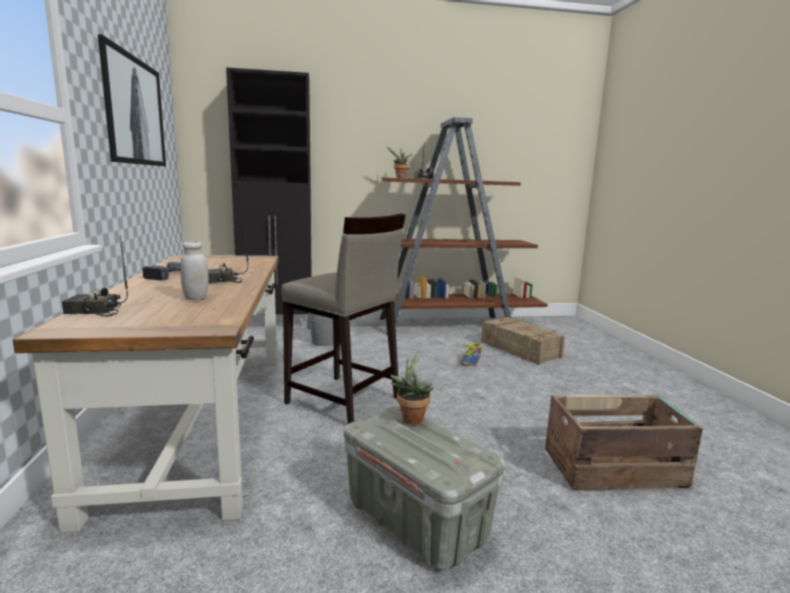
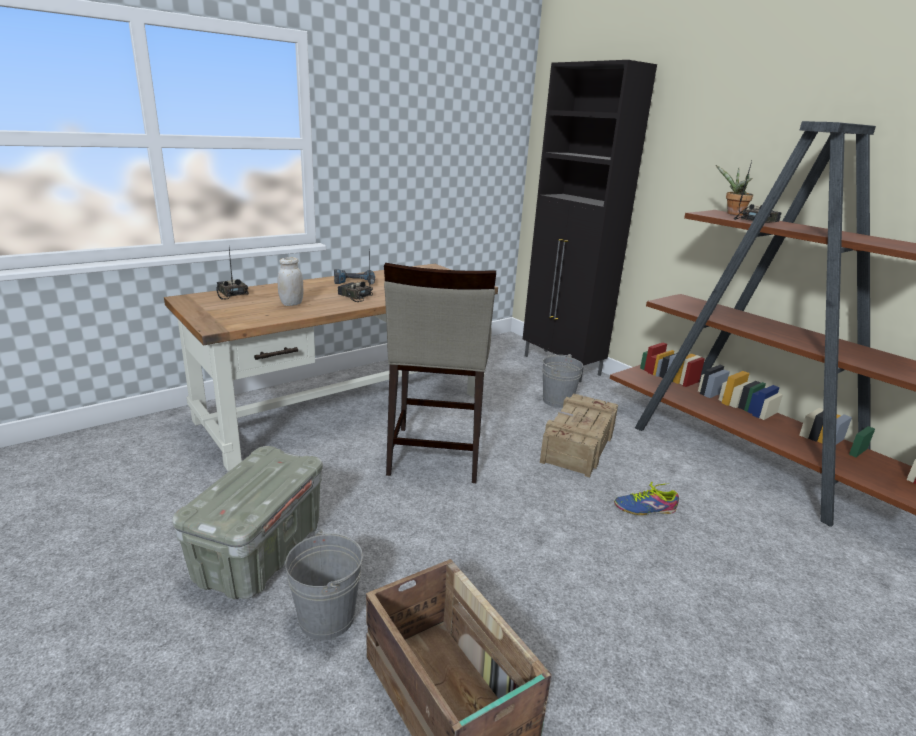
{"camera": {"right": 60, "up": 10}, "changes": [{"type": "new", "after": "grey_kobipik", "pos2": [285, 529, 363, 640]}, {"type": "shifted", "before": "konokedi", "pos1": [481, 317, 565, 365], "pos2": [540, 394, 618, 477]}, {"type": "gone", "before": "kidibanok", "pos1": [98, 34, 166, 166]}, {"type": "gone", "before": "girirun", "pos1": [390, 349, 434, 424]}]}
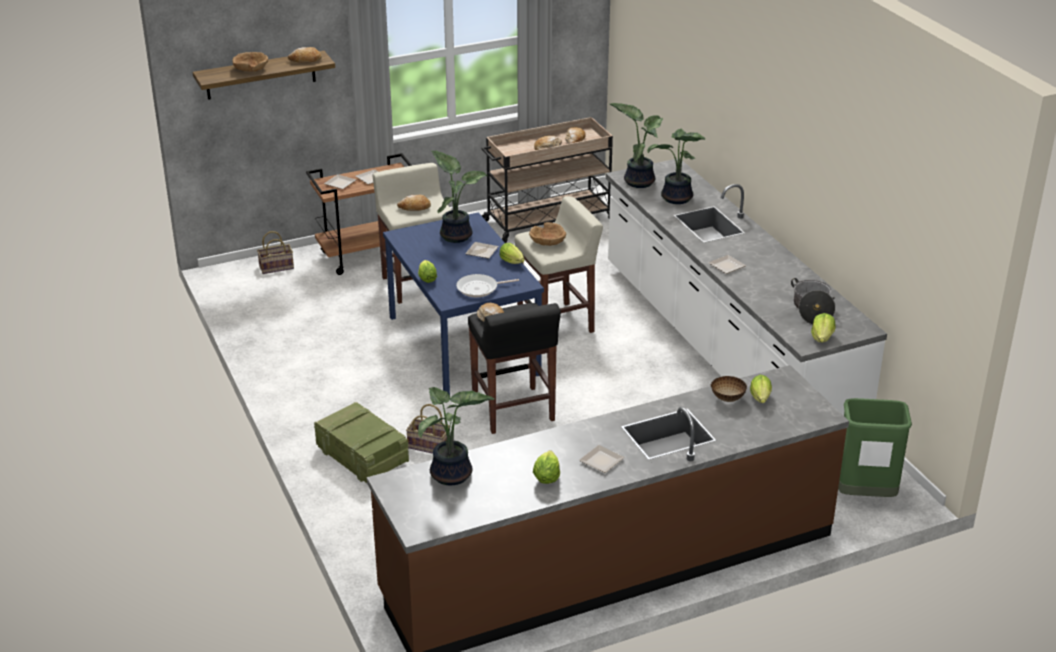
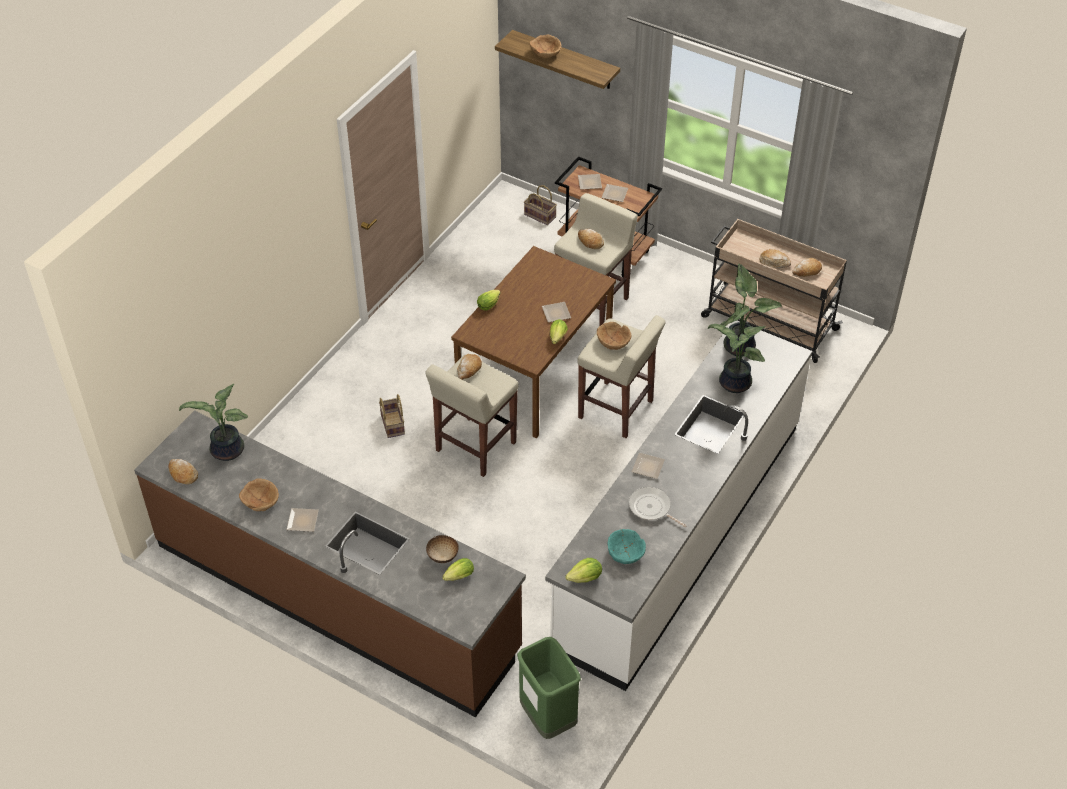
{"camera": {"right": 55, "up": 15}, "changes": [{"type": "shifted", "before": "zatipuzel", "pos1": [288, 47, 322, 63], "pos2": [168, 459, 198, 484]}, {"type": "swapped", "before": "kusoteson", "after": "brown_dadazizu", "pos1": [533, 450, 560, 484], "pos2": [239, 478, 279, 511]}, {"type": "repainted", "before": "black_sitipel", "after": "beige_sitipel", "pos1": [468, 303, 561, 434], "pos2": [425, 355, 519, 477]}, {"type": "repainted", "before": "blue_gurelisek", "after": "brown_gurelisek", "pos1": [383, 212, 544, 395], "pos2": [451, 246, 616, 438]}, {"type": "swapped", "before": "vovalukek", "after": "turquoise_dadazizu", "pos1": [791, 278, 835, 325], "pos2": [608, 529, 646, 564]}, {"type": "shifted", "before": "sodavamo", "pos1": [456, 274, 519, 297], "pos2": [629, 487, 687, 527]}, {"type": "gone", "before": "konokedi", "pos1": [314, 402, 409, 483]}, {"type": "gone", "before": "girirun", "pos1": [431, 151, 488, 243]}]}
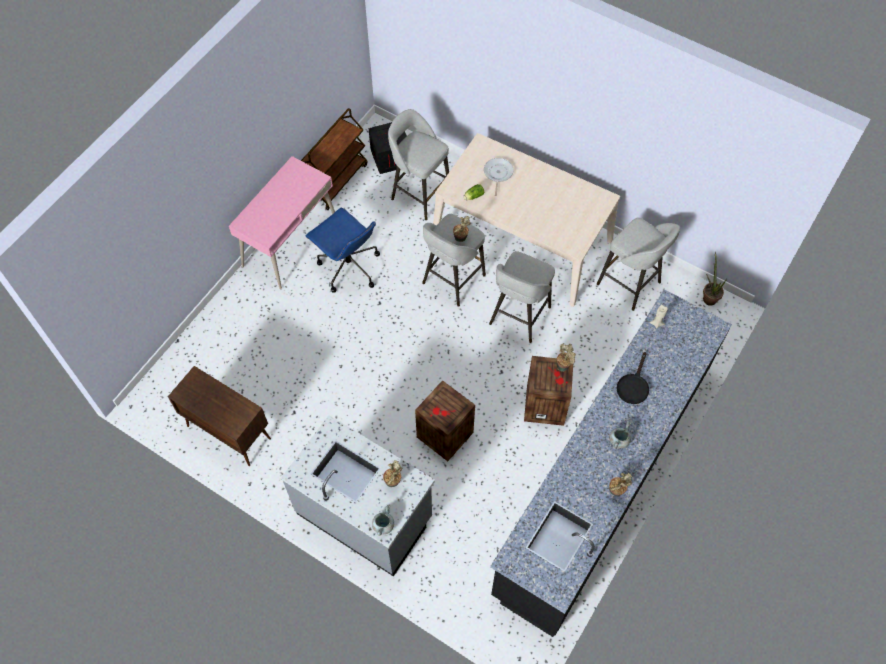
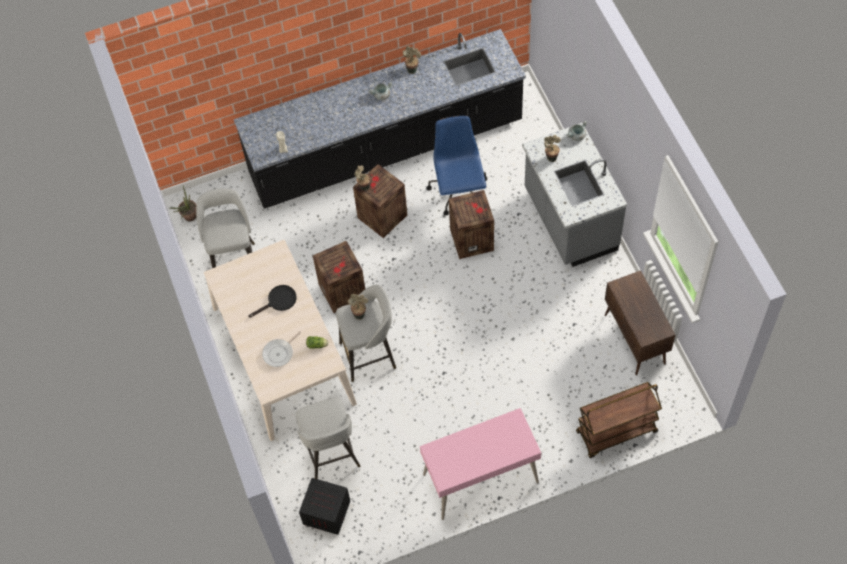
{"camera": {"right": -140, "up": 0}, "changes": [{"type": "shifted", "before": "black_sodavamo", "pos1": [616, 352, 649, 404], "pos2": [248, 285, 297, 318]}, {"type": "swapped", "before": "grey_sitipel", "after": "konokedi", "pos1": [489, 251, 555, 343], "pos2": [313, 241, 365, 313]}, {"type": "shifted", "before": "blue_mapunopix", "pos1": [305, 208, 380, 293], "pos2": [426, 116, 487, 215]}, {"type": "shifted", "before": "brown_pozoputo", "pos1": [301, 108, 368, 210], "pos2": [576, 382, 662, 458]}]}
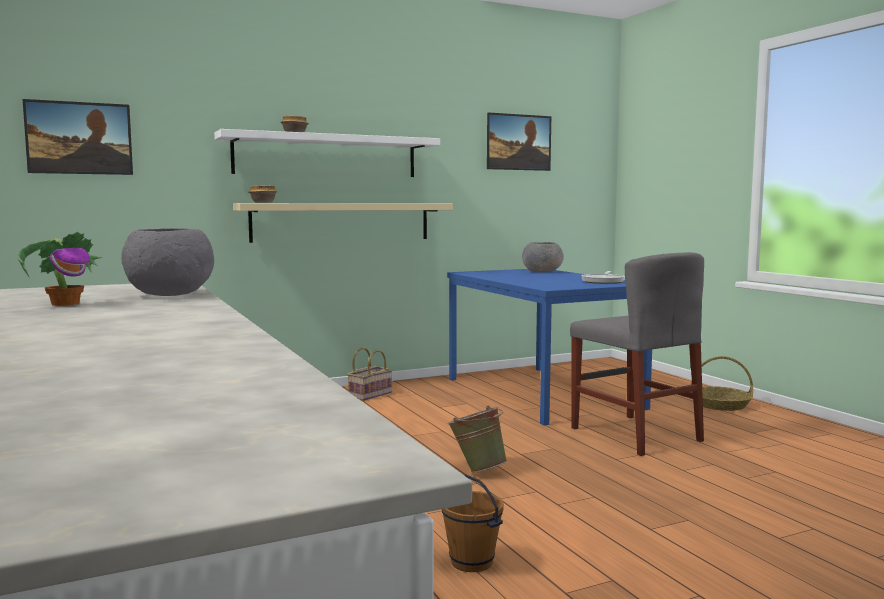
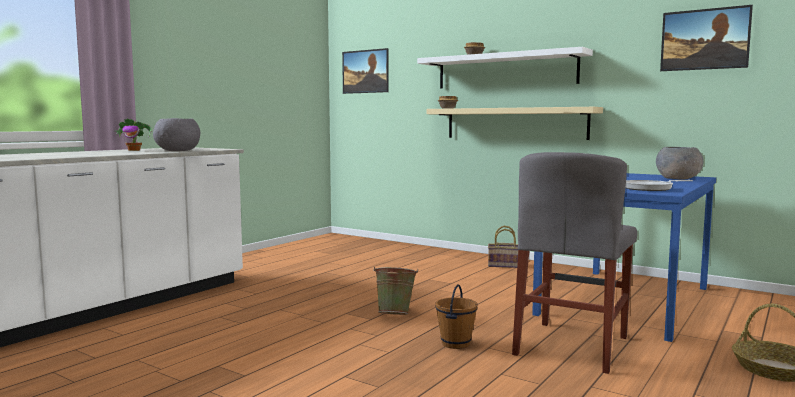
{"camera": {"right": 60, "up": 0}, "changes": [{"type": "shifted", "before": "brown_kobipik", "pos1": [441, 474, 504, 572], "pos2": [435, 284, 478, 349]}]}
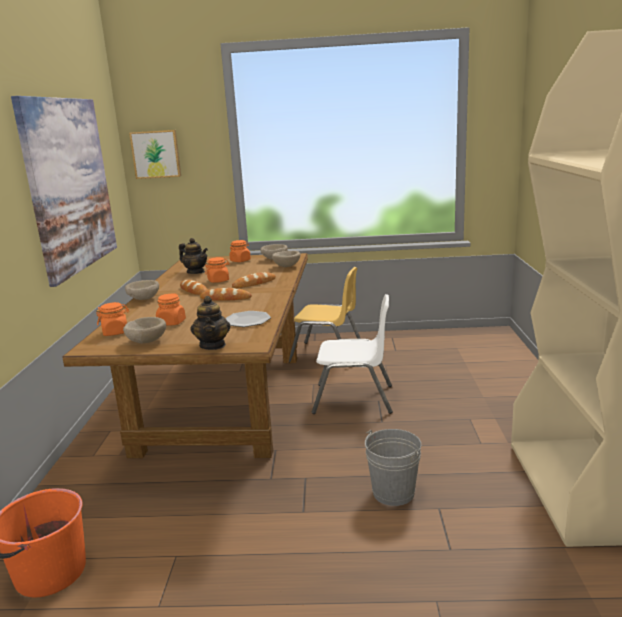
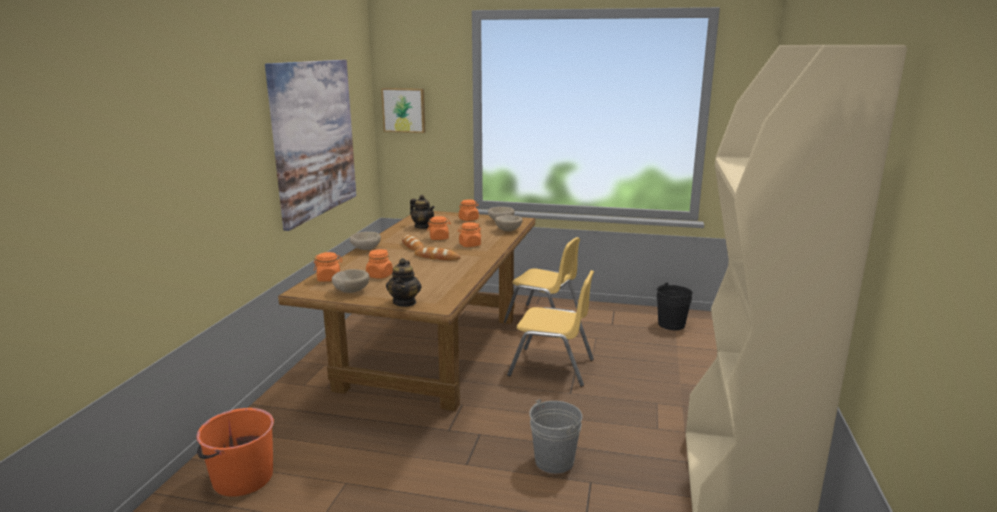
{"camera": {"right": 10, "up": 0}, "changes": [{"type": "swapped", "before": "zatipuzel", "after": "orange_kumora", "pos1": [232, 272, 276, 288], "pos2": [458, 222, 482, 247]}, {"type": "repainted", "before": "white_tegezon", "after": "yellow_tegezon", "pos1": [312, 294, 393, 414], "pos2": [507, 270, 594, 387]}, {"type": "new", "after": "black_kobipik", "pos2": [656, 282, 693, 330]}, {"type": "gone", "before": "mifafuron", "pos1": [226, 311, 271, 327]}]}
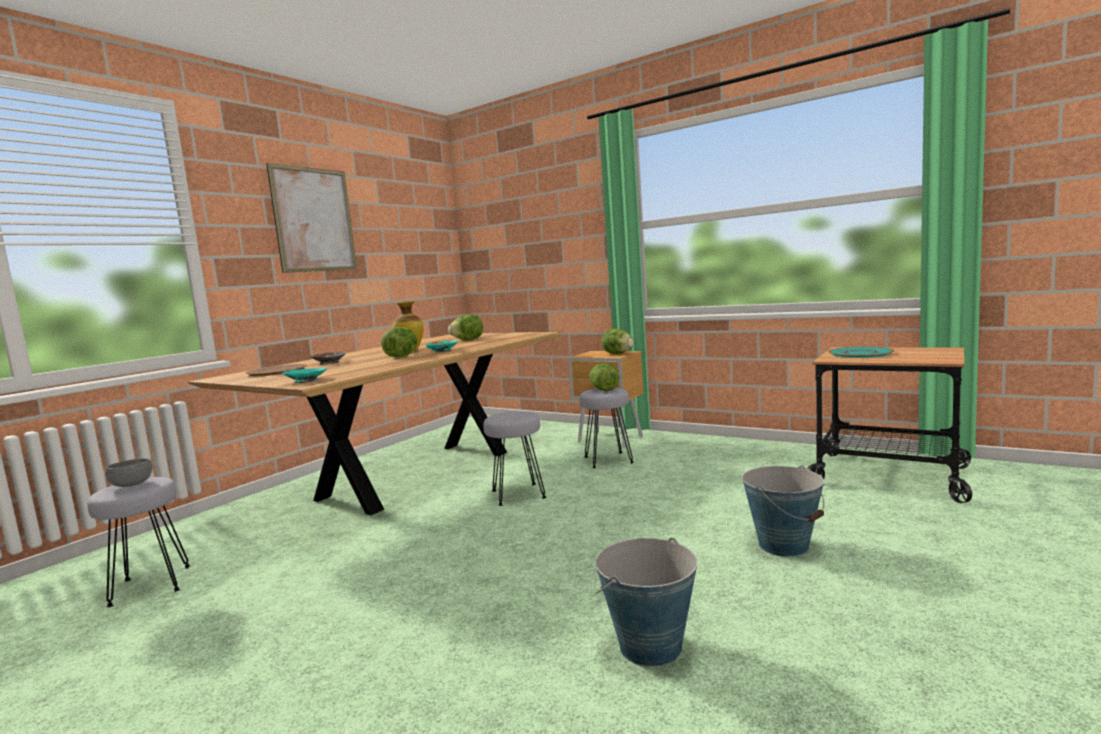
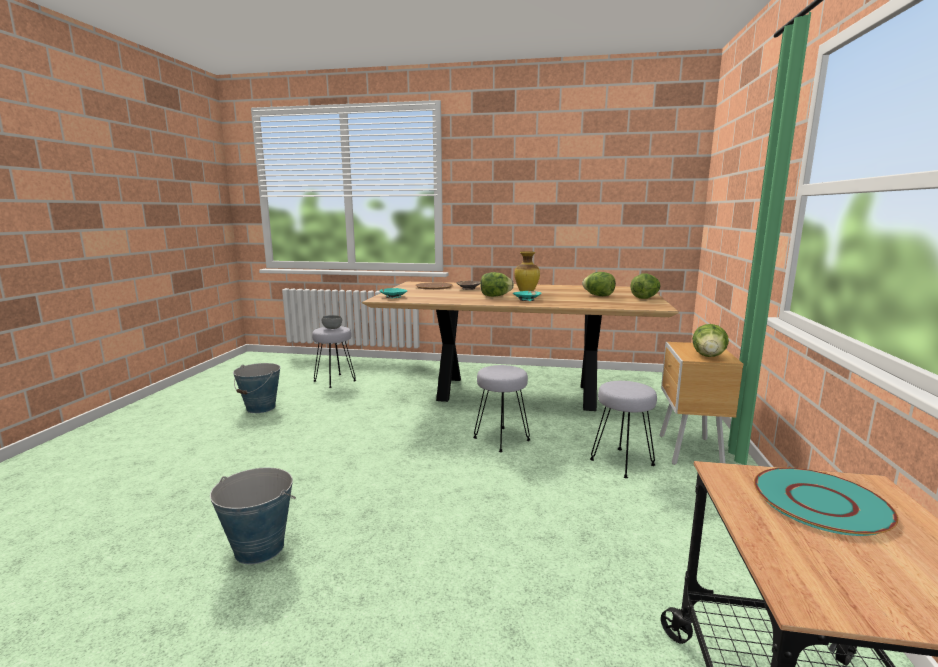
{"camera": {"right": 65, "up": 5}, "changes": [{"type": "shifted", "before": "kobipik", "pos1": [742, 465, 824, 557], "pos2": [233, 363, 280, 413]}, {"type": "shifted", "before": "kusoteson", "pos1": [589, 363, 619, 391], "pos2": [630, 273, 661, 299]}, {"type": "gone", "before": "kidibanok", "pos1": [266, 163, 357, 273]}]}
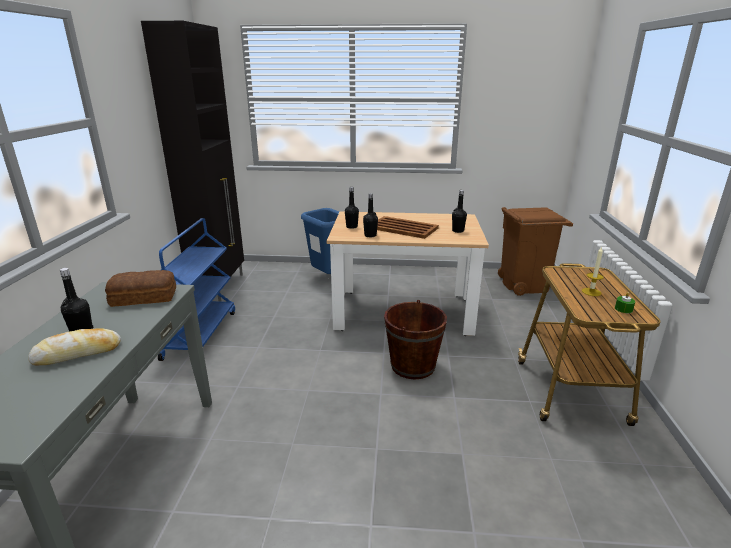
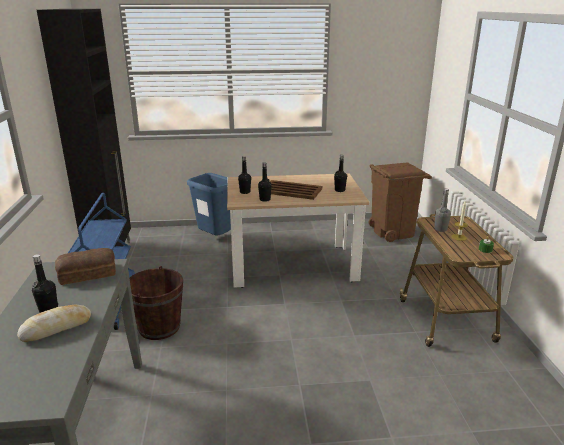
{"camera": {"right": -10, "up": 0}, "changes": [{"type": "shifted", "before": "brown_kobipik", "pos1": [384, 300, 447, 379], "pos2": [129, 266, 183, 340]}, {"type": "new", "after": "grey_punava", "pos2": [435, 189, 451, 232]}]}
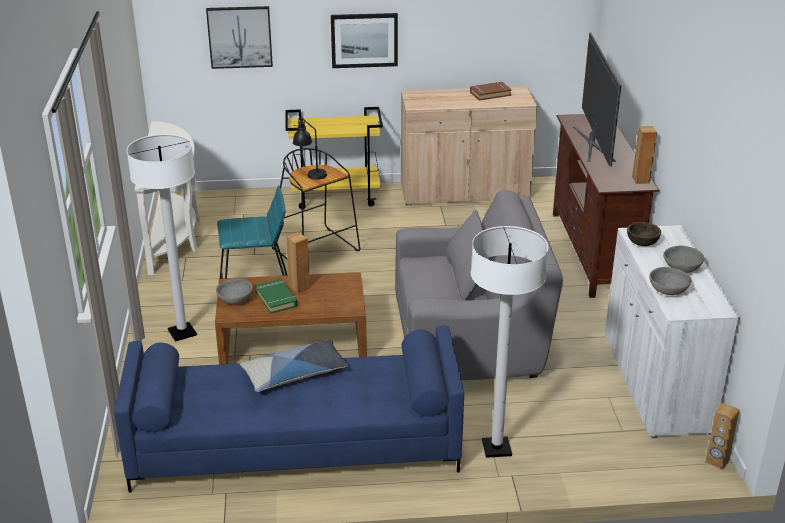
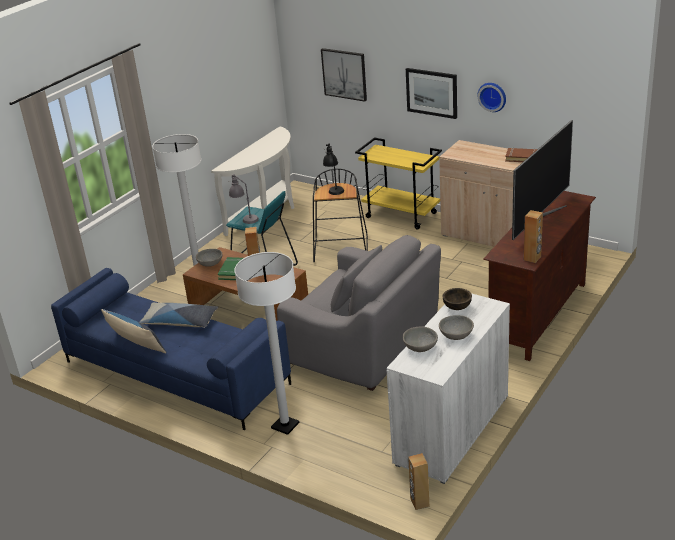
{"camera": {"right": 40, "up": 0}, "changes": [{"type": "new", "after": "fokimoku", "pos2": [101, 309, 167, 353]}, {"type": "new", "after": "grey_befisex", "pos2": [228, 174, 259, 224]}, {"type": "new", "after": "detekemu", "pos2": [477, 83, 506, 112]}]}
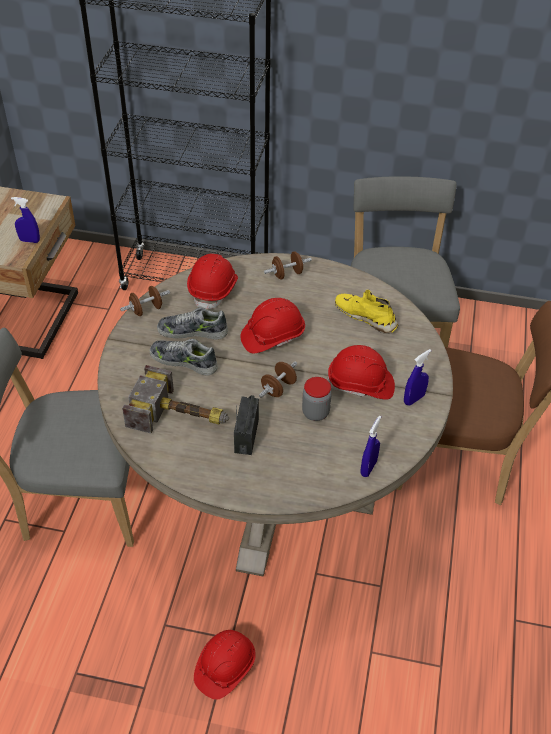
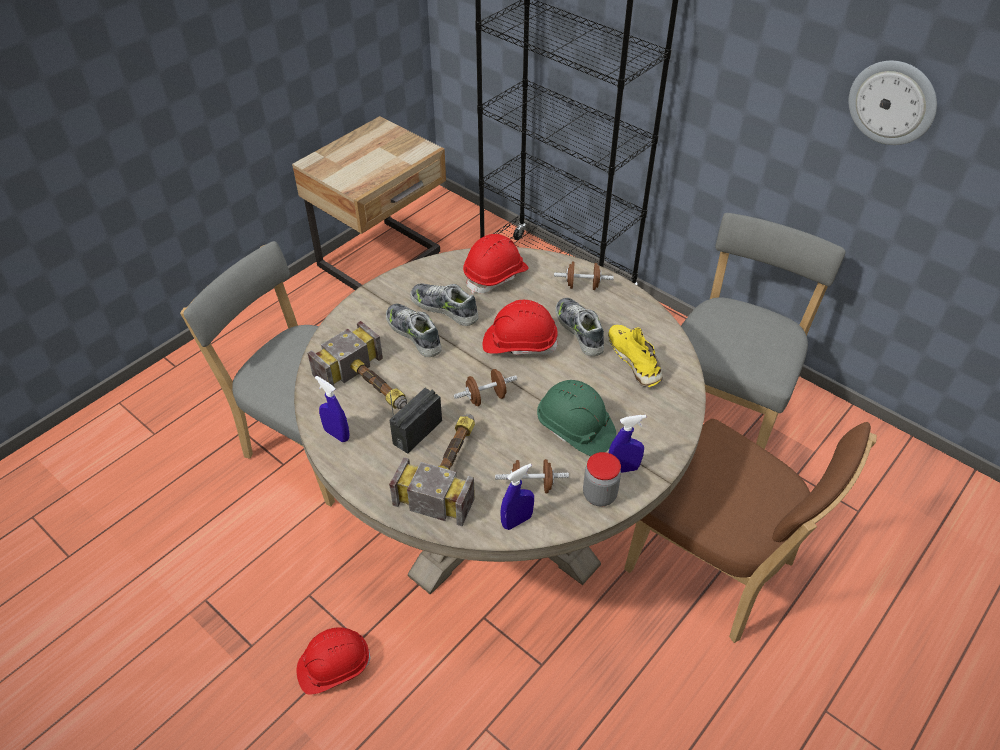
{"camera": {"right": 30, "up": 0}, "changes": [{"type": "shifted", "before": "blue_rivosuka", "pos1": [11, 197, 40, 243], "pos2": [315, 376, 349, 442]}, {"type": "new", "after": "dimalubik", "pos2": [389, 414, 475, 526]}, {"type": "shifted", "before": "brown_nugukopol", "pos1": [120, 286, 170, 316], "pos2": [495, 459, 569, 493]}, {"type": "repainted", "before": "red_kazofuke", "after": "green_kazofuke", "pos1": [327, 345, 395, 400], "pos2": [537, 380, 616, 456]}, {"type": "new", "after": "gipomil", "pos2": [555, 298, 604, 356]}, {"type": "shifted", "before": "kumora", "pos1": [302, 377, 332, 421], "pos2": [583, 452, 621, 507]}, {"type": "new", "after": "detekemu", "pos2": [849, 61, 937, 145]}]}
